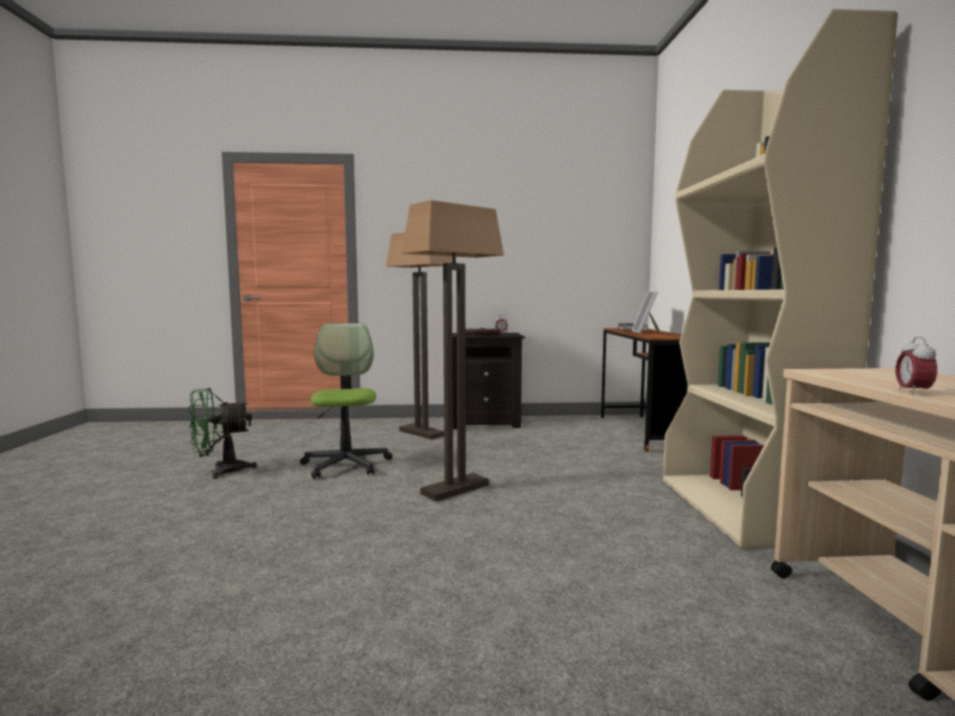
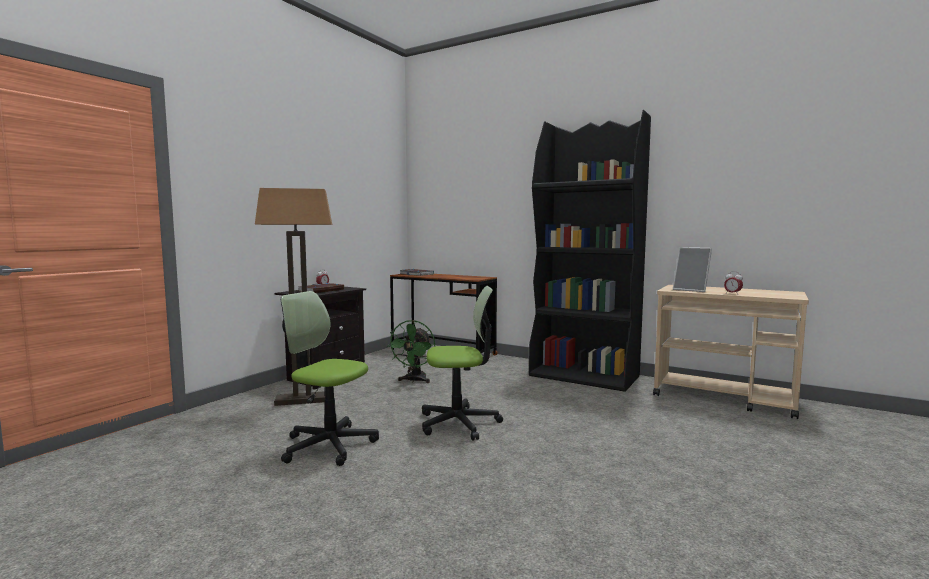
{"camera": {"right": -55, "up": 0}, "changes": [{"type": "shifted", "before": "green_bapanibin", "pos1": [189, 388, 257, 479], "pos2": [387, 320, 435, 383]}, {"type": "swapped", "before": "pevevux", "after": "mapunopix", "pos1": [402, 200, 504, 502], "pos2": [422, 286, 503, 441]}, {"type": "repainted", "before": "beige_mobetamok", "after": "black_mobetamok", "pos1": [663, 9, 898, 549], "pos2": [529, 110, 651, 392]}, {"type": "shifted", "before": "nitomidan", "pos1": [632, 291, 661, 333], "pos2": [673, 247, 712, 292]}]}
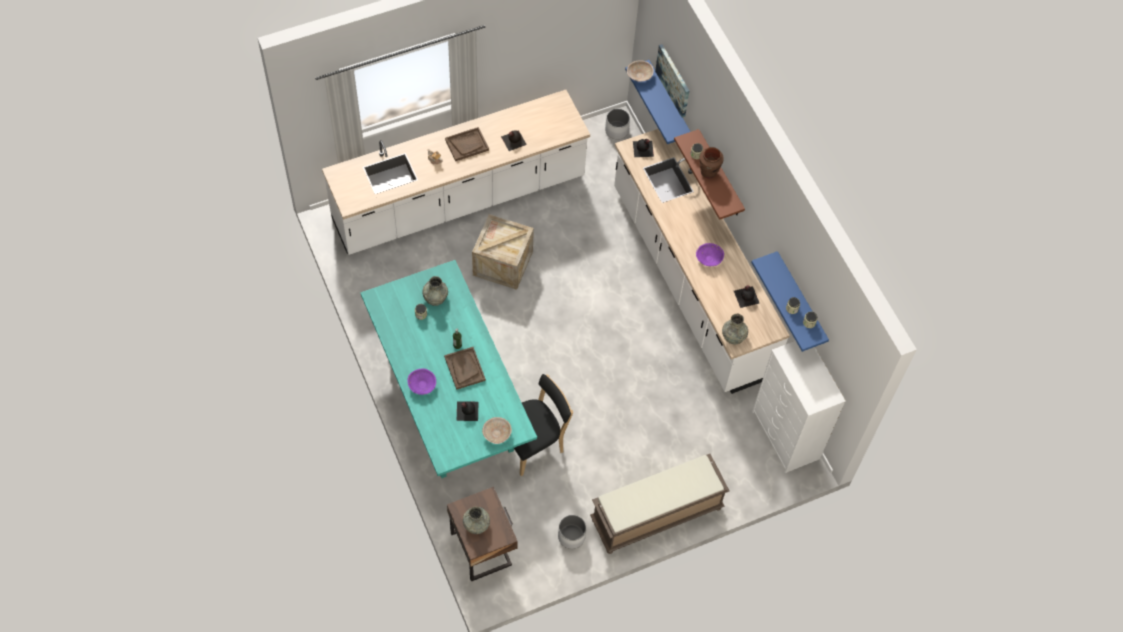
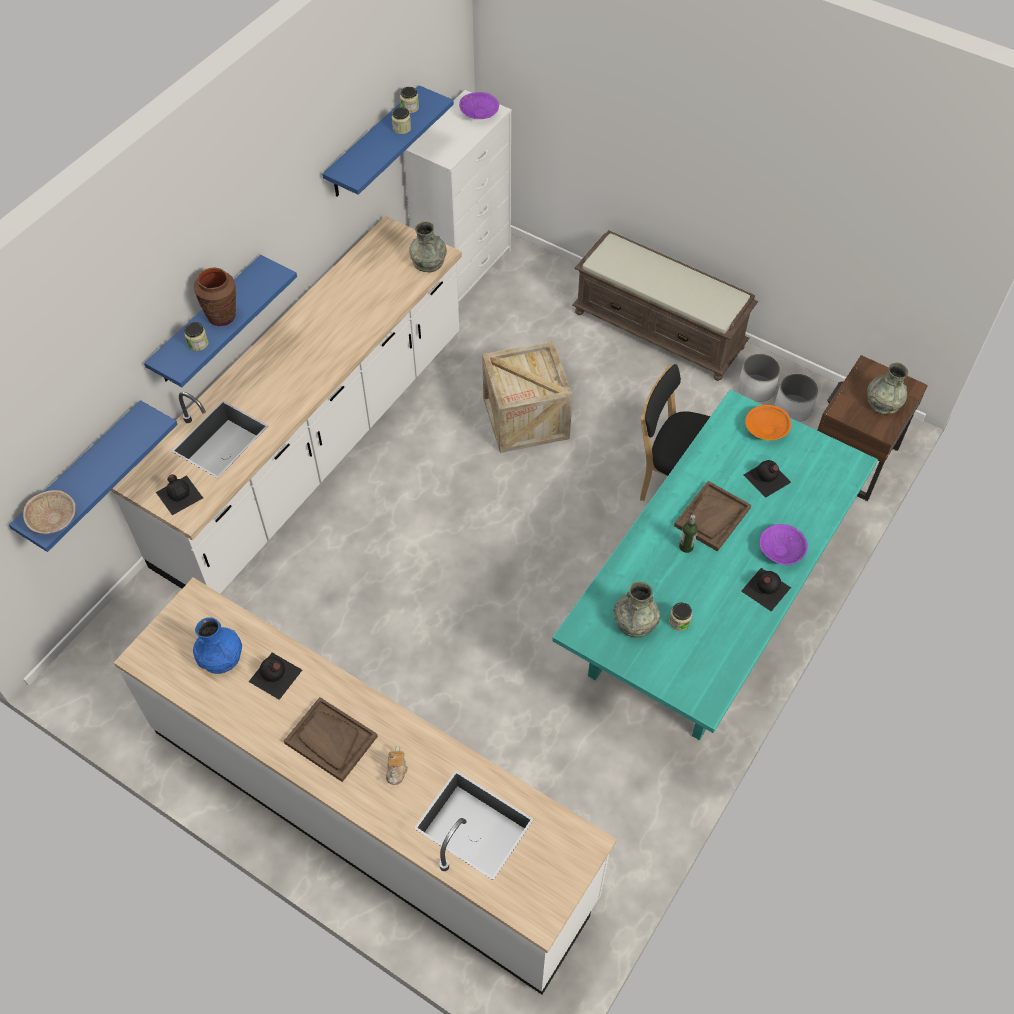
{"camera": {"right": -120, "up": -5}, "changes": [{"type": "repainted", "before": "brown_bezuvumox", "after": "blue_bezuvumox", "pos1": [674, 129, 745, 220], "pos2": [144, 255, 297, 387]}, {"type": "new", "after": "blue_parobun", "pos2": [193, 617, 242, 674]}, {"type": "shifted", "before": "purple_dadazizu", "pos1": [696, 243, 724, 266], "pos2": [459, 92, 499, 119]}, {"type": "shifted", "before": "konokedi", "pos1": [472, 214, 534, 290], "pos2": [482, 341, 573, 453]}, {"type": "shifted", "before": "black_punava", "pos1": [734, 285, 759, 308], "pos2": [741, 568, 791, 611]}, {"type": "repainted", "before": "beige_dadazizu", "after": "orange_dadazizu", "pos1": [482, 417, 512, 444], "pos2": [745, 405, 791, 441]}, {"type": "shifted", "before": "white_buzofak", "pos1": [605, 109, 630, 139], "pos2": [774, 373, 818, 422]}, {"type": "gone", "before": "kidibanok", "pos1": [655, 44, 689, 118]}]}
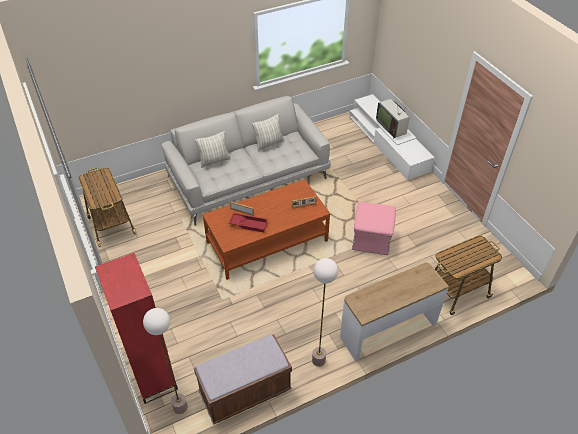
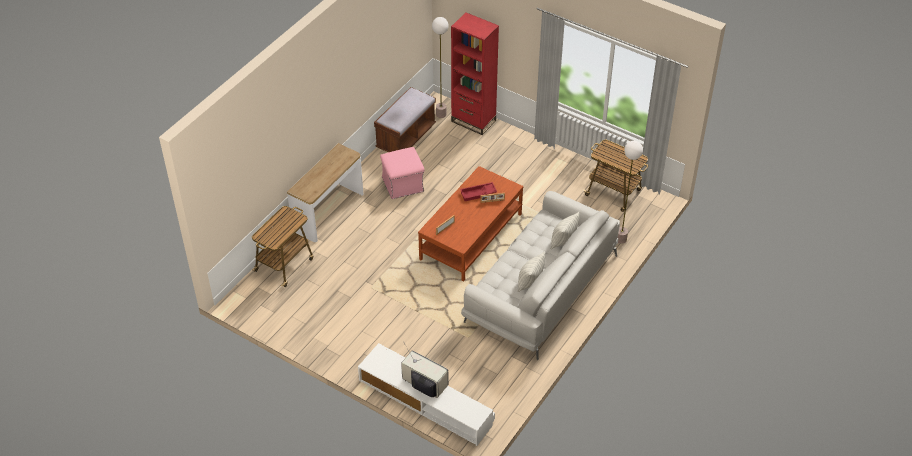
{"camera": {"right": 150, "up": 0}, "changes": [{"type": "shifted", "before": "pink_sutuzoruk", "pos1": [352, 202, 396, 255], "pos2": [380, 147, 425, 199]}, {"type": "shifted", "before": "pevevux", "pos1": [312, 258, 338, 367], "pos2": [617, 141, 643, 244]}]}
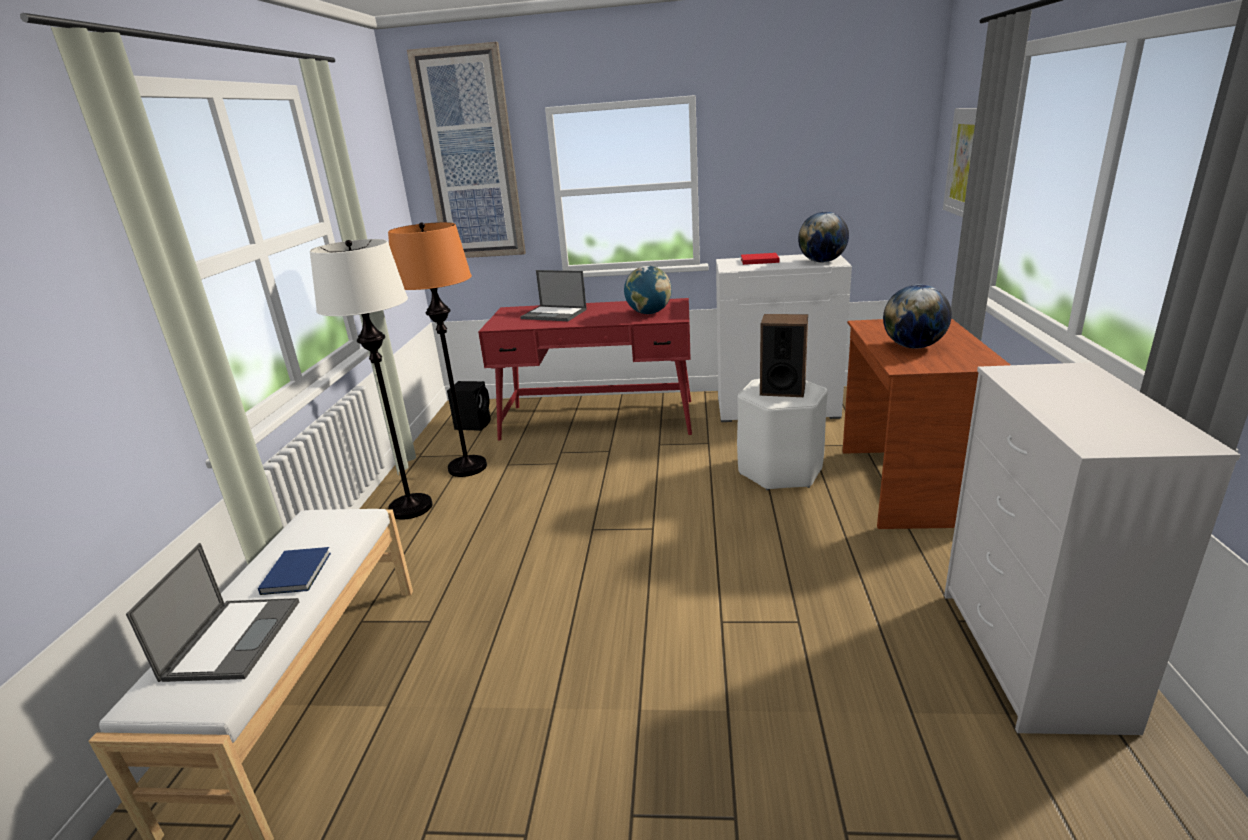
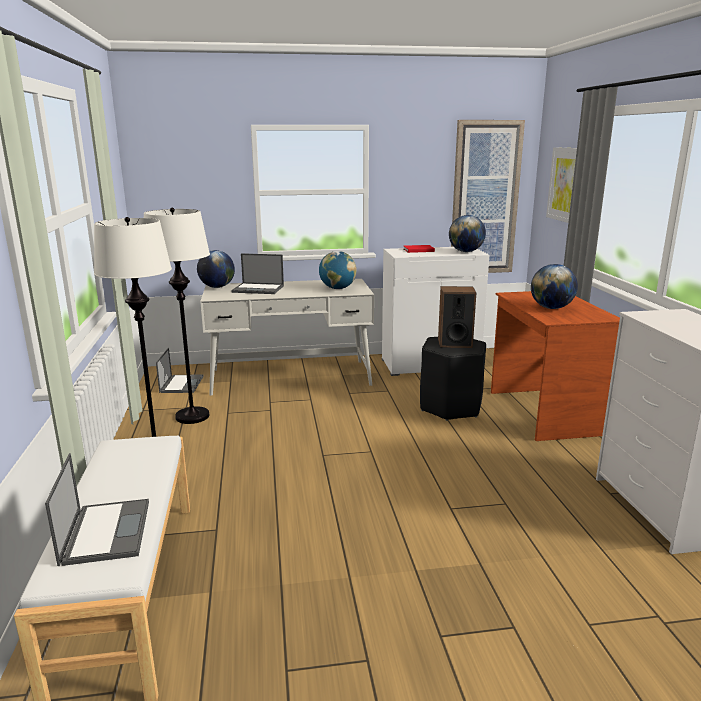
{"camera": {"right": -15, "up": -5}, "changes": [{"type": "repainted", "before": "orange_pevevux", "after": "white_pevevux", "pos1": [388, 222, 487, 477], "pos2": [144, 208, 210, 424]}, {"type": "swapped", "before": "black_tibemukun", "after": "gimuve", "pos1": [447, 381, 491, 431], "pos2": [156, 348, 203, 393]}, {"type": "new", "after": "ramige", "pos2": [197, 250, 235, 288]}, {"type": "repainted", "before": "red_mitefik", "after": "white_mitefik", "pos1": [478, 298, 692, 441], "pos2": [200, 279, 374, 396]}, {"type": "repainted", "before": "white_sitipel", "after": "black_sitipel", "pos1": [737, 379, 828, 490], "pos2": [420, 337, 486, 421]}, {"type": "shifted", "before": "kidibanok", "pos1": [407, 42, 526, 258], "pos2": [451, 120, 525, 273]}, {"type": "gone", "before": "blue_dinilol", "pos1": [258, 547, 331, 595]}]}
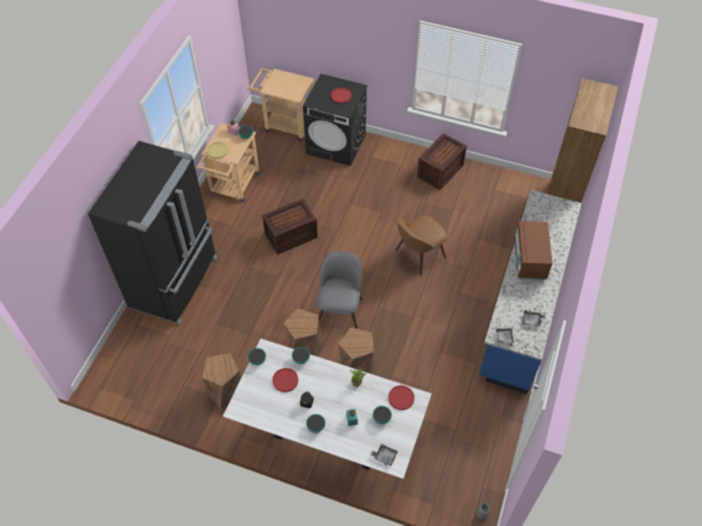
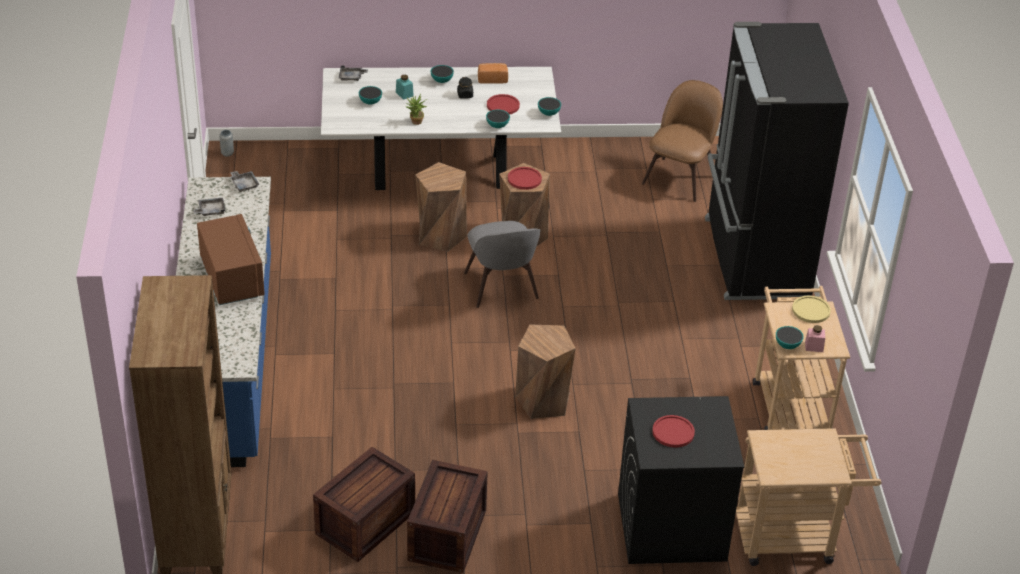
{"camera": {"right": 155, "up": -15}, "changes": [{"type": "shifted", "before": "konokedi", "pos1": [262, 199, 318, 255], "pos2": [313, 447, 415, 562]}, {"type": "new", "after": "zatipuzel", "pos2": [478, 63, 508, 84]}, {"type": "shifted", "before": "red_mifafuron", "pos1": [388, 385, 414, 410], "pos2": [508, 167, 542, 190]}, {"type": "shifted", "before": "brown_sitipel", "pos1": [202, 353, 241, 409], "pos2": [515, 324, 576, 419]}, {"type": "shifted", "before": "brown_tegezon", "pos1": [395, 215, 448, 275], "pos2": [642, 80, 723, 202]}]}
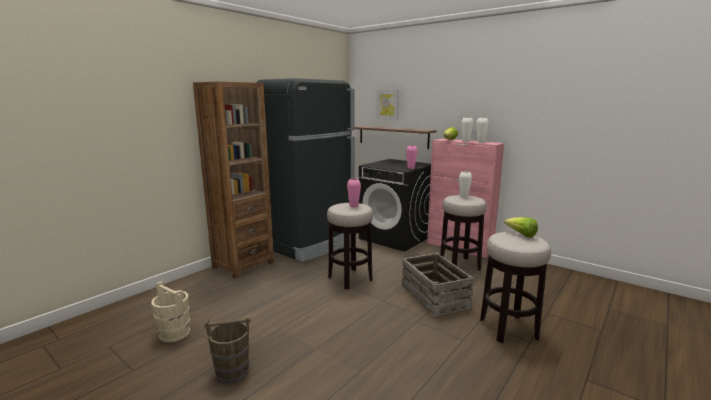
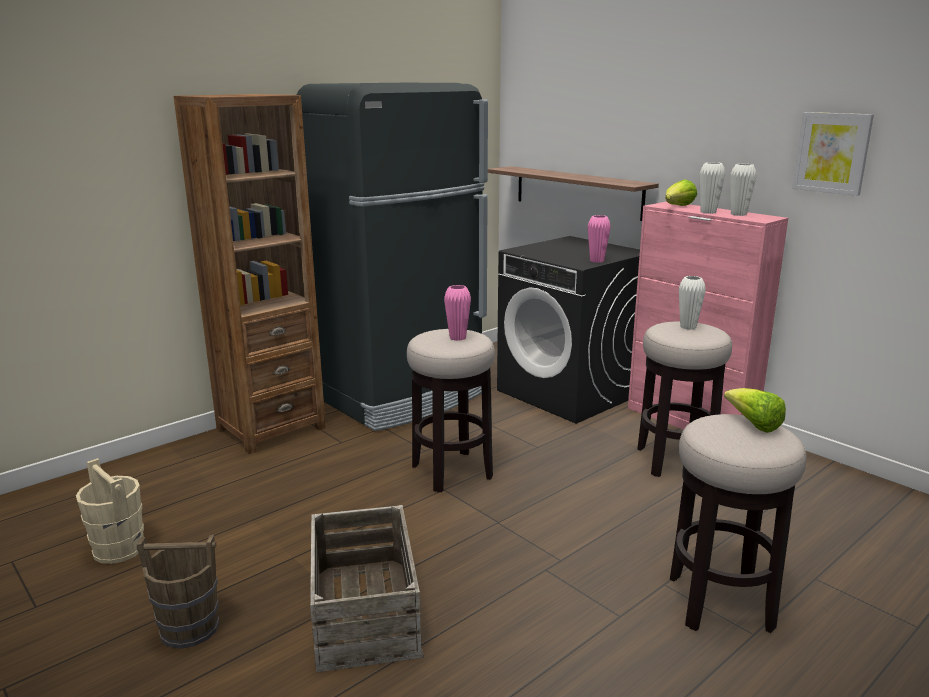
{"camera": {"right": 10, "up": 5}, "changes": [{"type": "shifted", "before": "konokedi", "pos1": [402, 253, 474, 317], "pos2": [310, 505, 423, 672]}, {"type": "shifted", "before": "kidibanok", "pos1": [376, 90, 399, 120], "pos2": [792, 112, 874, 196]}]}
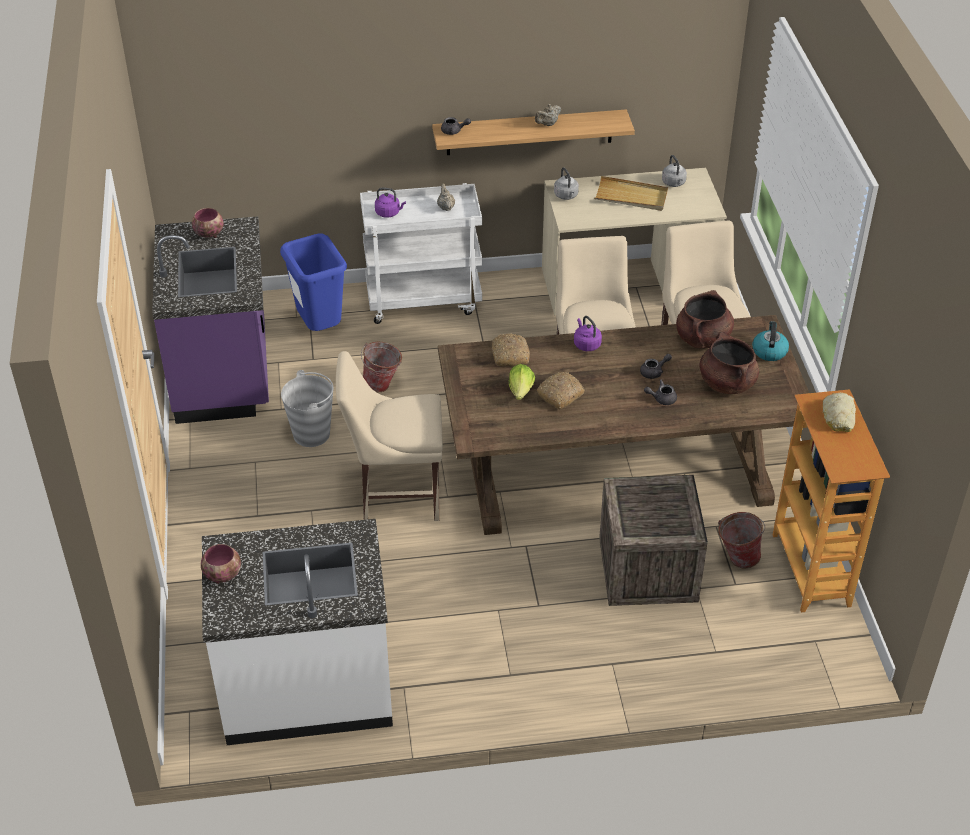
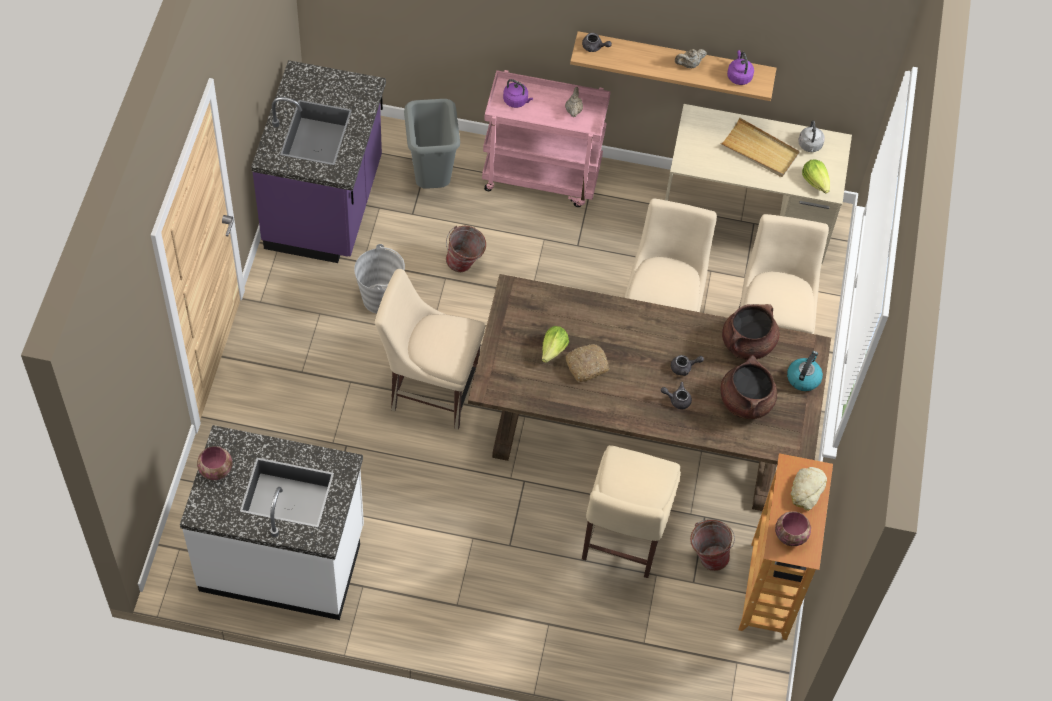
{"camera": {"right": 15, "up": 15}, "changes": [{"type": "repainted", "before": "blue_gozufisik", "after": "grey_gozufisik", "pos1": [280, 234, 347, 331], "pos2": [404, 99, 460, 189]}, {"type": "repainted", "before": "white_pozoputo", "after": "pink_pozoputo", "pos1": [360, 183, 482, 324], "pos2": [482, 70, 611, 207]}, {"type": "swapped", "before": "konokedi", "after": "beige_tegezon", "pos1": [599, 475, 708, 606], "pos2": [582, 445, 681, 578]}, {"type": "shifted", "before": "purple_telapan", "pos1": [574, 316, 602, 351], "pos2": [727, 50, 754, 85]}, {"type": "shifted", "before": "dadazizu", "pos1": [192, 208, 224, 238], "pos2": [775, 511, 811, 546]}, {"type": "new", "after": "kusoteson", "pos2": [802, 160, 830, 193]}, {"type": "gone", "before": "zatipuzel", "pos1": [492, 333, 530, 367]}, {"type": "gone", "before": "grey_telapan", "pos1": [554, 168, 579, 200]}]}
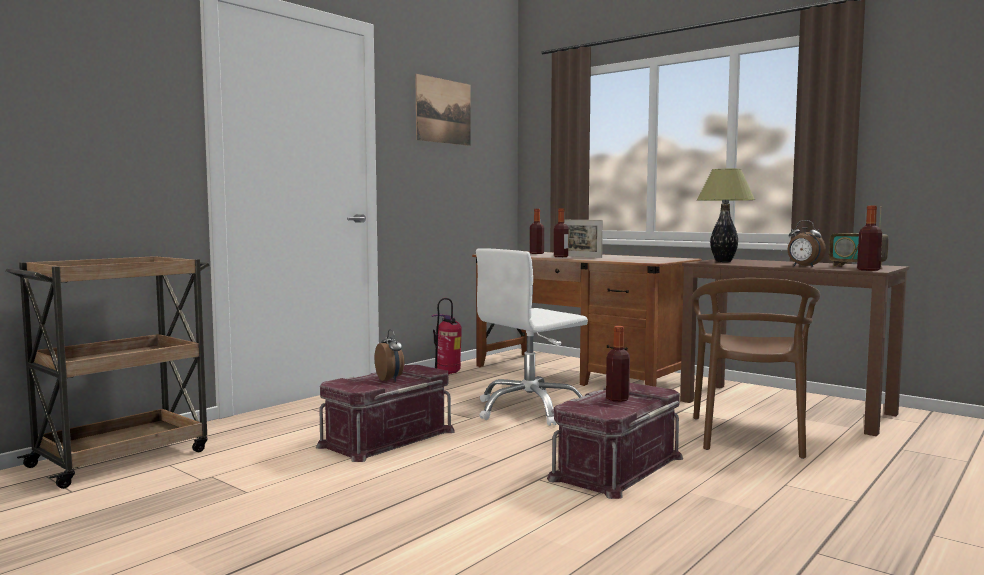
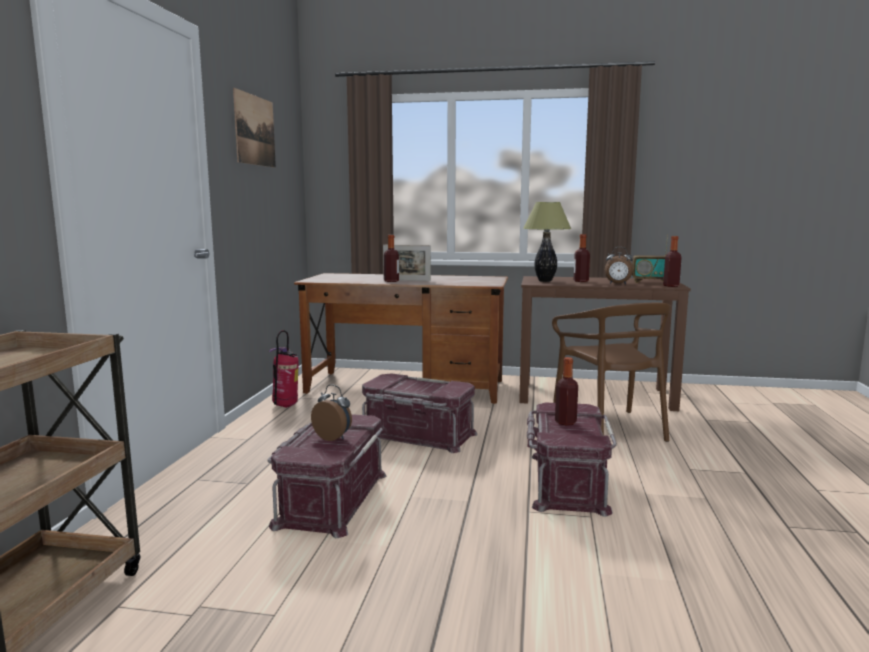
{"camera": {"right": -30, "up": 5}, "changes": [{"type": "swapped", "before": "white_mapunopix", "after": "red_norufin", "pos1": [476, 248, 588, 426], "pos2": [362, 373, 478, 453]}, {"type": "shifted", "before": "punava", "pos1": [530, 209, 544, 254], "pos2": [573, 234, 590, 282]}]}
